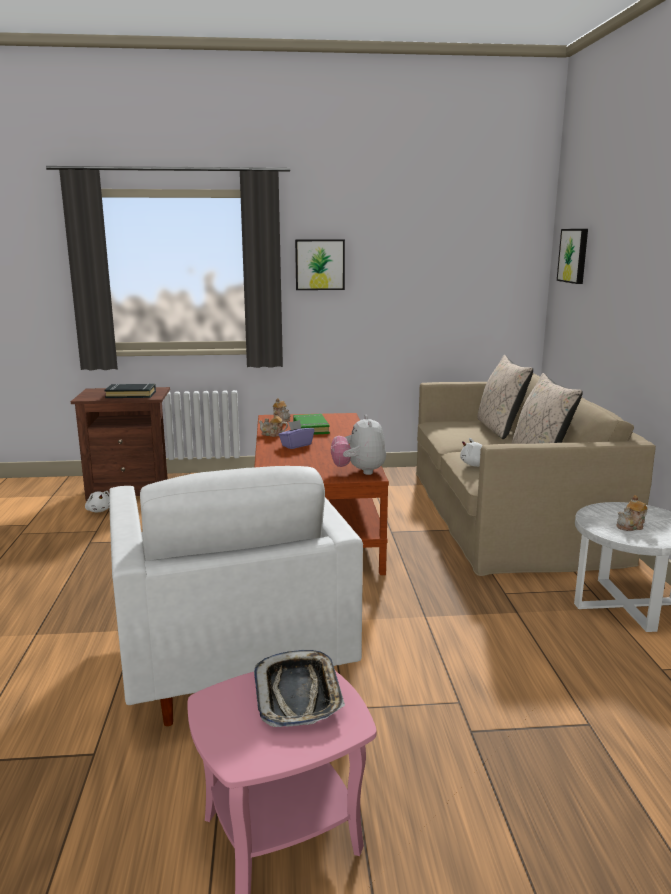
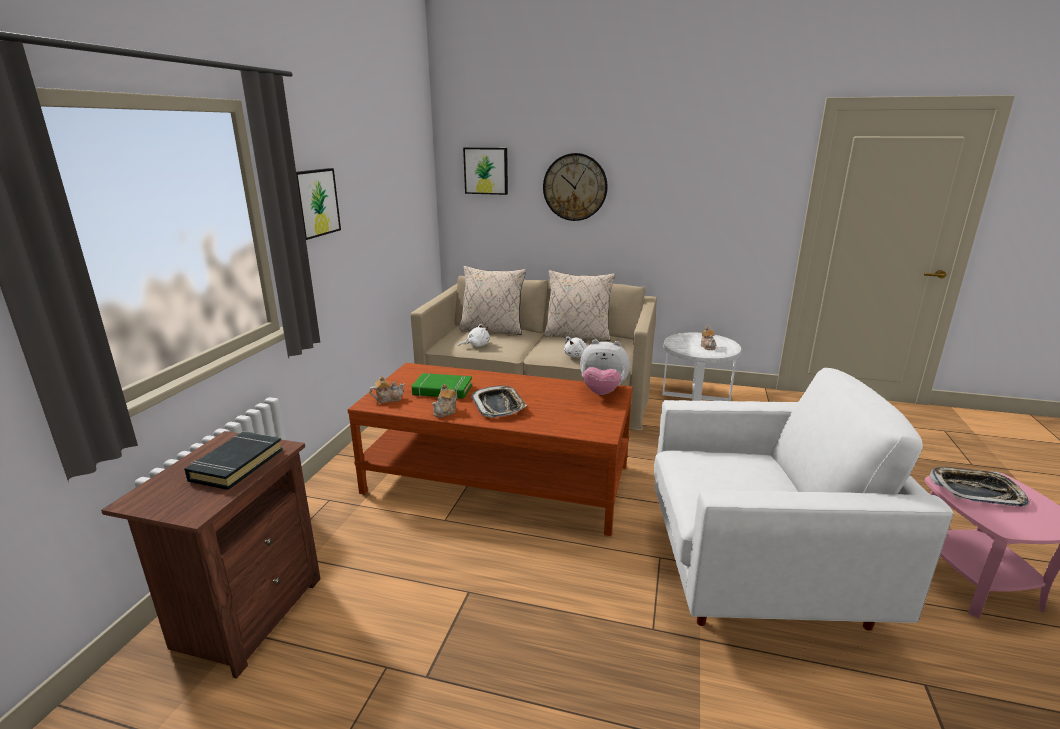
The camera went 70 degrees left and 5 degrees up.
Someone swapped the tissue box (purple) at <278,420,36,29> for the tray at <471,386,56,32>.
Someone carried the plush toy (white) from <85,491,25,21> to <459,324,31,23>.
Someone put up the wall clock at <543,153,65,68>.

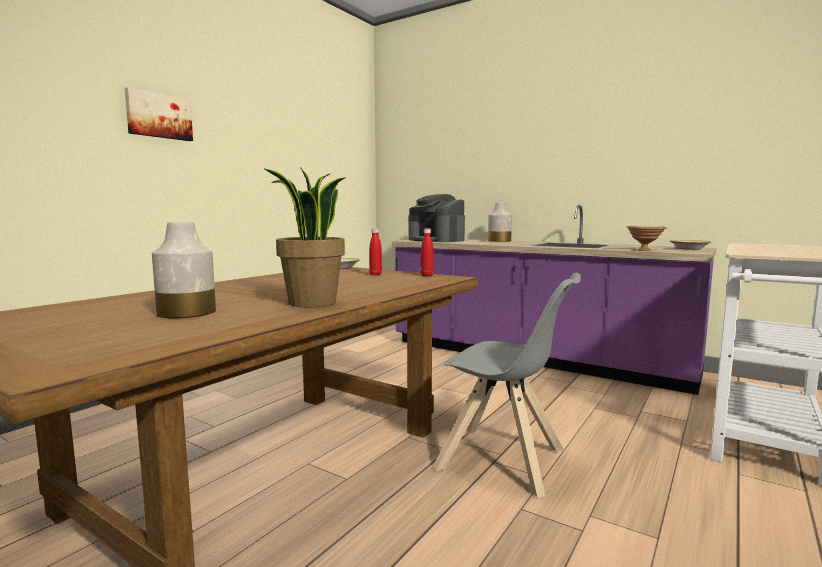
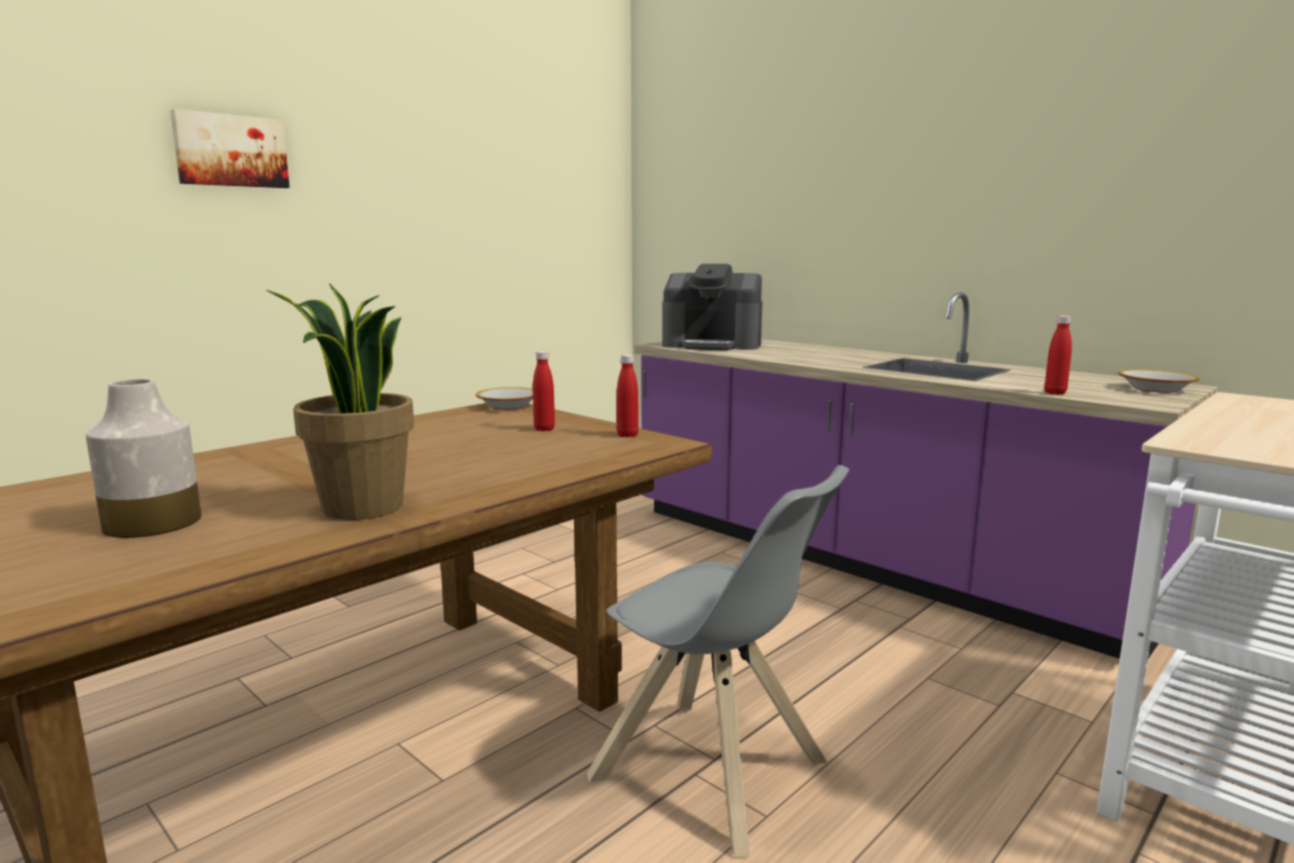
The camera went 10 degrees right and 5 degrees up.
Someone rotated the coffee machine at <409,194,56,48> by 45 degrees counterclockwise.
Someone took away the vase (beige) at <488,203,24,39>.
Someone swapped the bowl (brown) at <626,226,41,25> for the bottle (red) at <1044,316,28,79>.

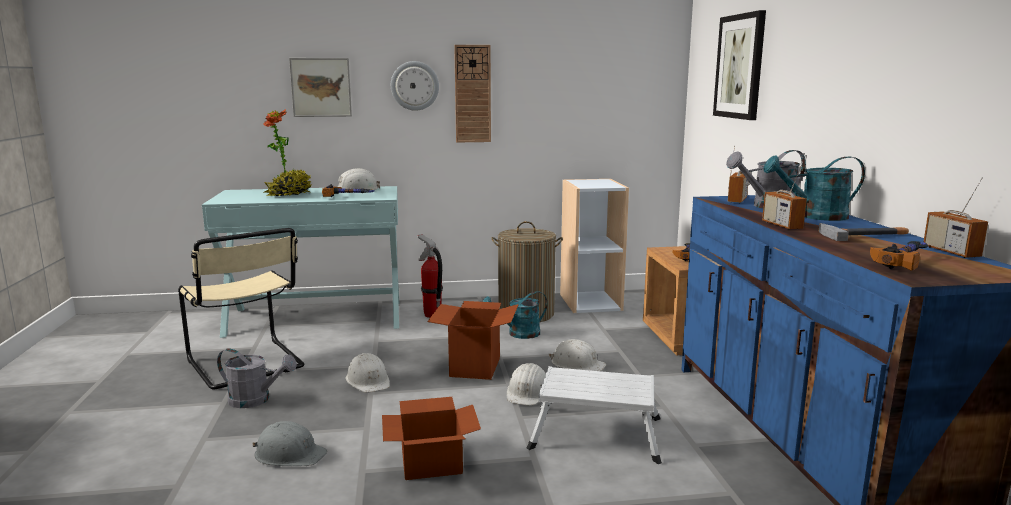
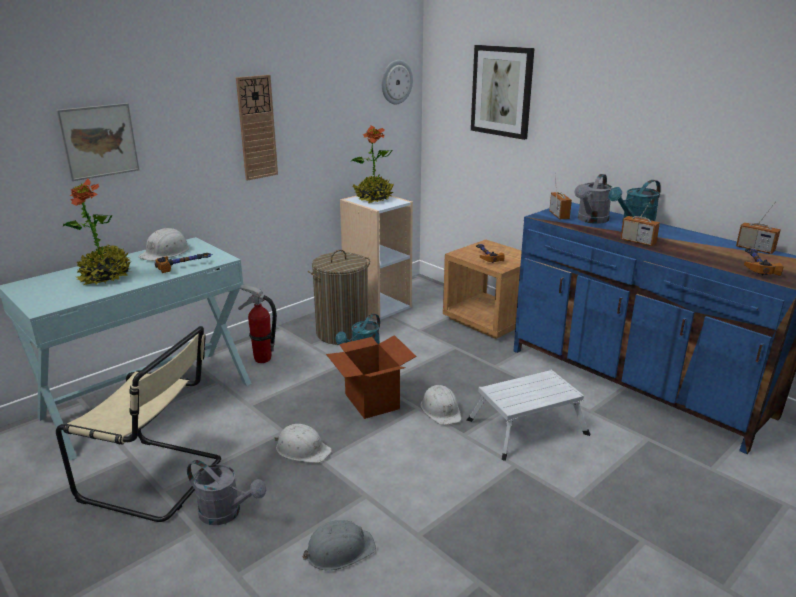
The camera went 35 degrees left and 10 degrees up.
Someone carried the wall clock from <391,61,48,50> to <382,60,31,44>.
Someone took away the hammer at <819,223,90,18>.
Someone took away the hard hat (white) at <549,339,57,32>.
Someone rotated the watering can (grey) at <217,348,80,60> by 45 degrees clockwise.
Someone took away the cardboard box at <382,397,99,83>.
Someone put down the potted plant at <351,125,43,78>.

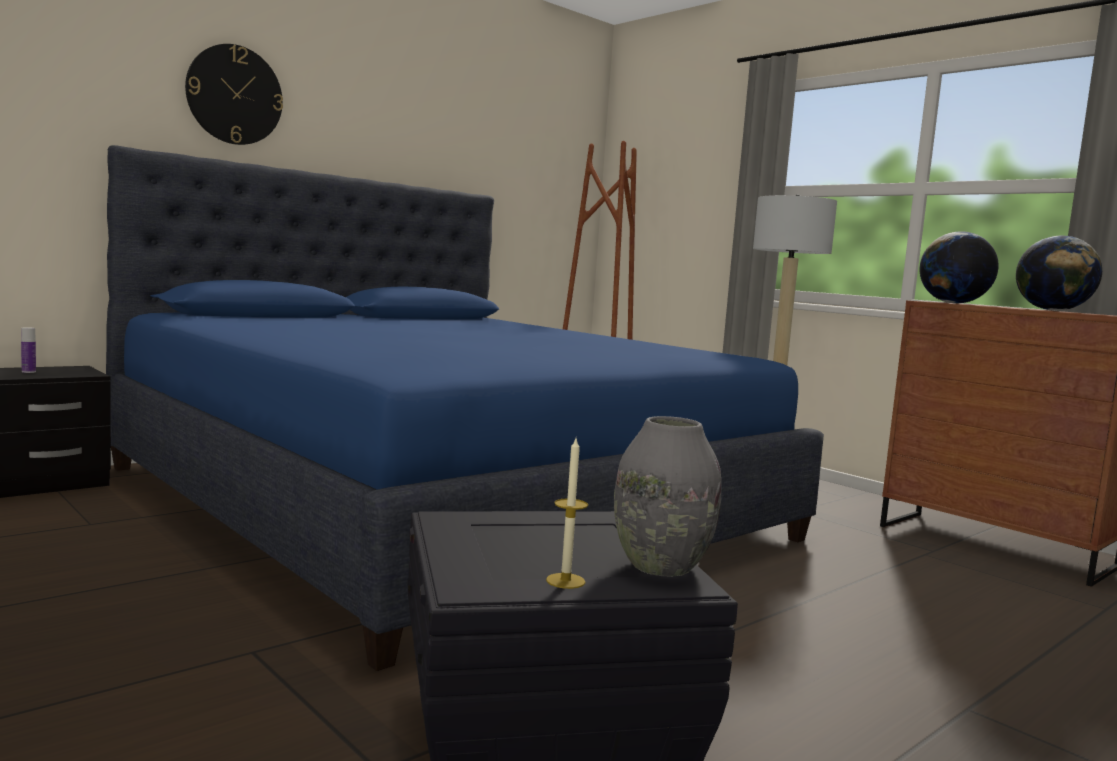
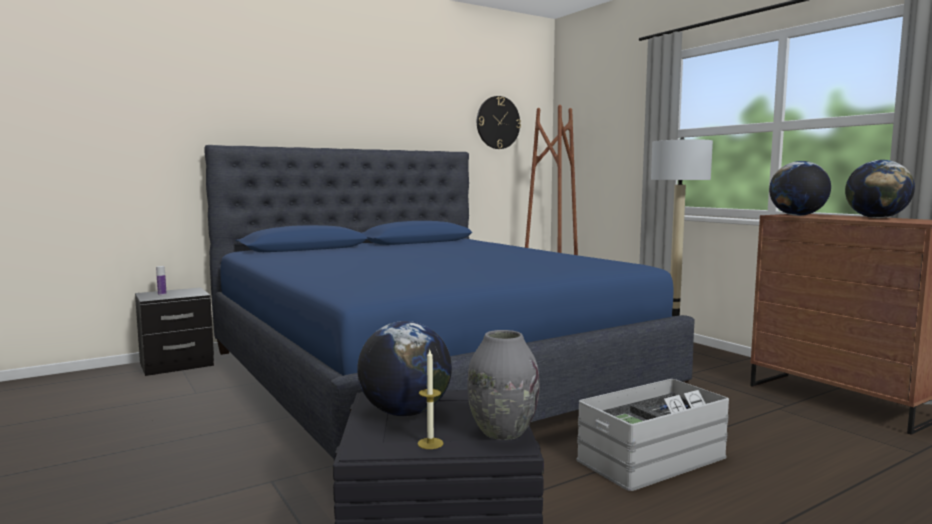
The camera went 10 degrees right and 0 degrees up.
Someone carried the wall clock from <185,44,98,101> to <477,96,44,53>.
Someone put down the globe at <357,321,95,95>.
Someone put down the storage box (grey) at <577,379,152,112>.

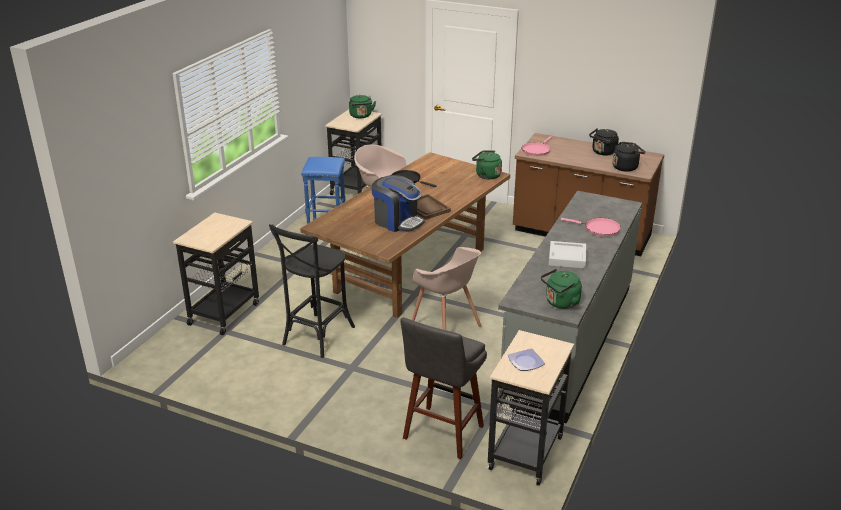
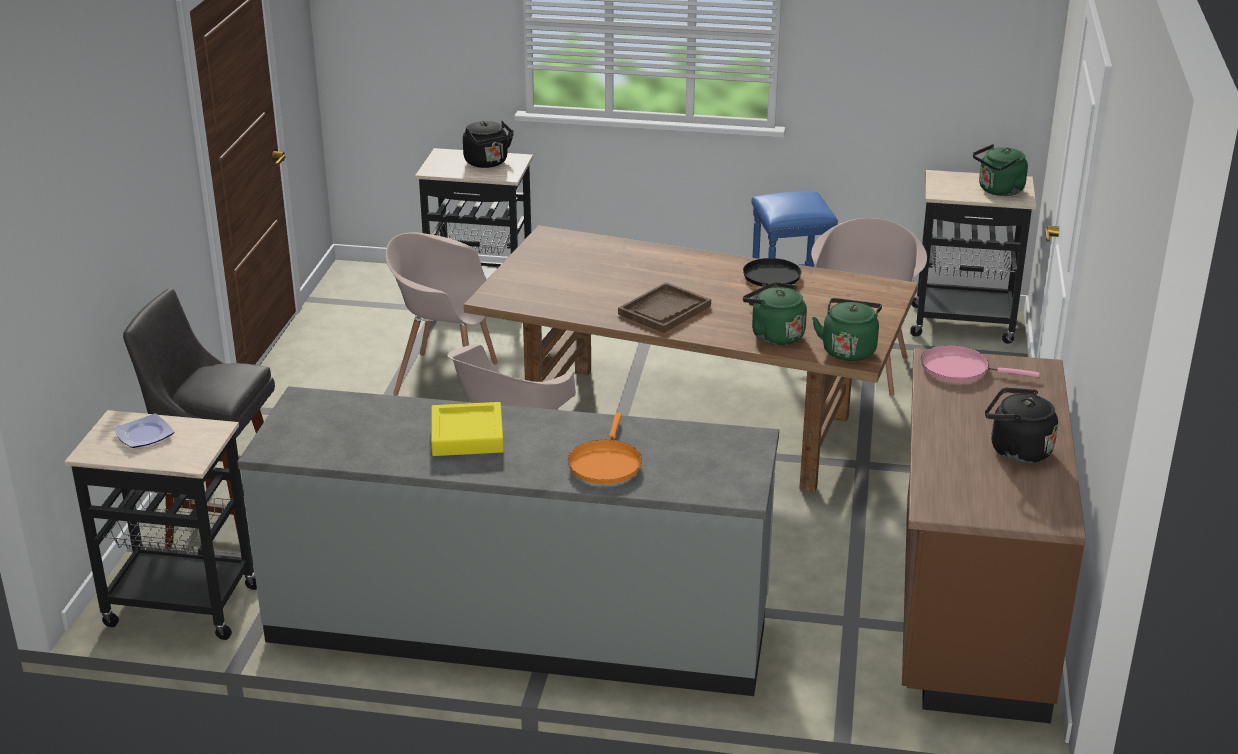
The camera went 75 degrees right and 0 degrees up.
Someone carried the kettle (black) from <612,142,33,30> to <463,121,51,47>.
Someone took away the coffee machine at <371,175,54,57>.
Someone repainted the frying pan (pink) at <561,218,60,18>, which became the frying pan (orange) at <568,413,74,71>.
Someone swapped the stool (black) at <269,224,86,134> for the chair (beige) at <386,232,112,163>.
Someone repainted the tray (grey) at <549,241,37,28>, which became the tray (yellow) at <431,402,73,54>.
Someone carried the kettle (green) from <541,269,41,40> to <743,282,64,63>.

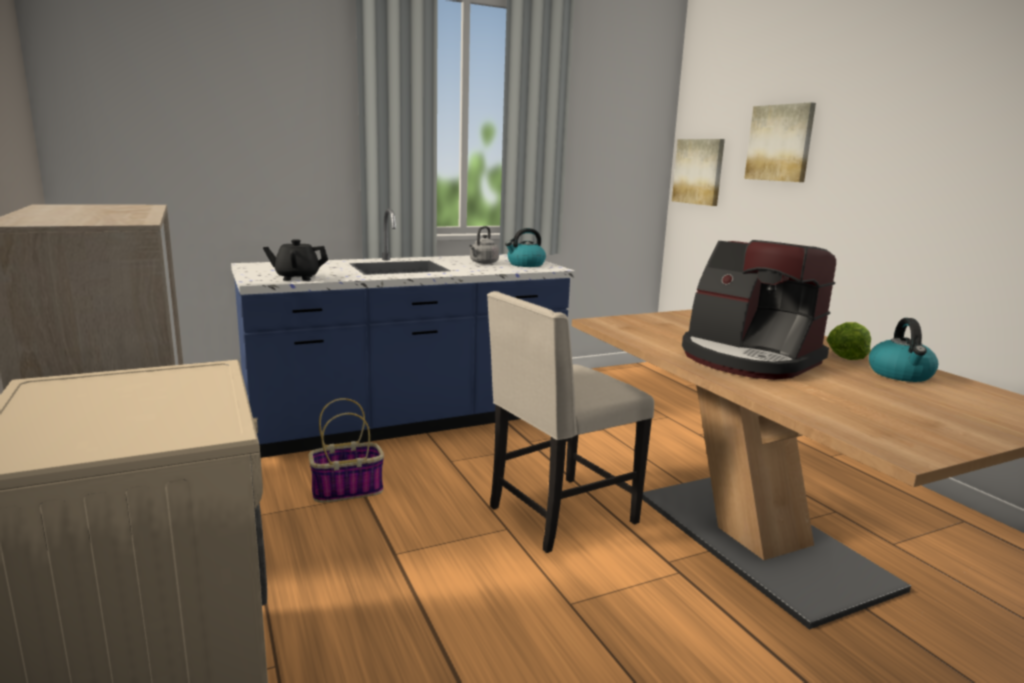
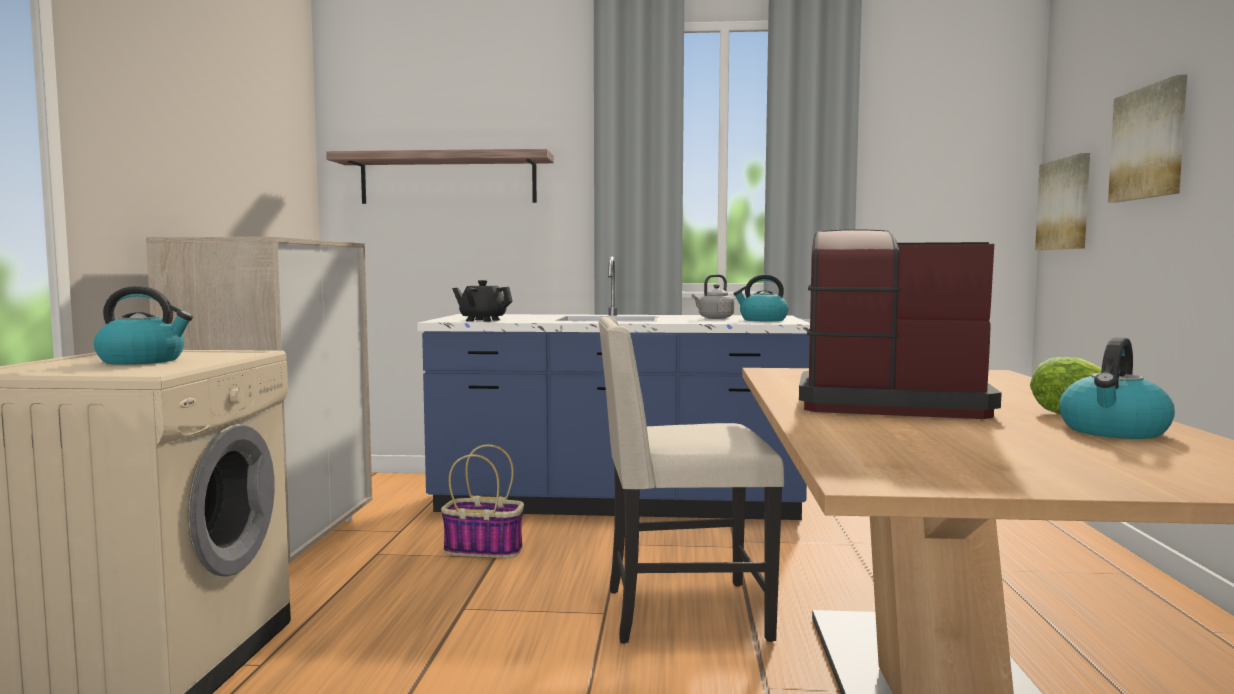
The camera went 30 degrees right and 10 degrees down.
Someone rotated the coffee machine at <682,240,154,140> by 120 degrees clockwise.
Someone put up the shelf at <326,149,228,55>.
Someone put down the kettle at <94,286,99,79>.

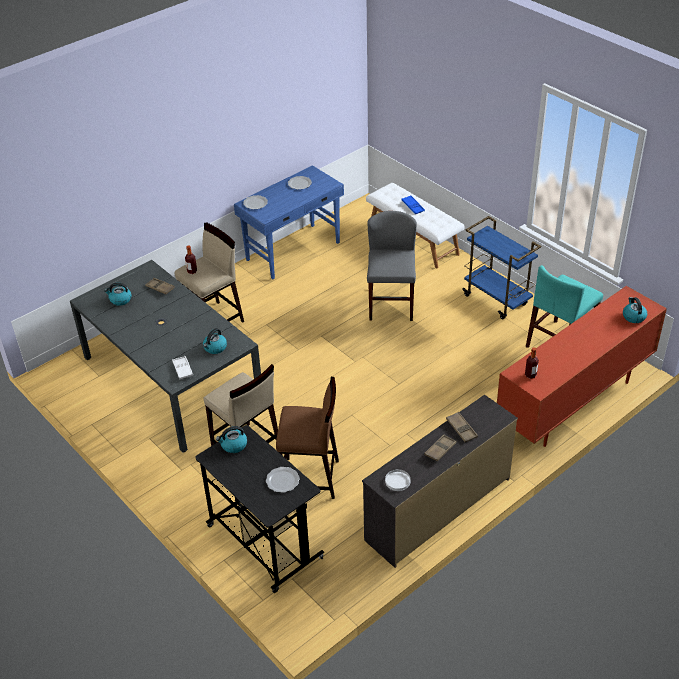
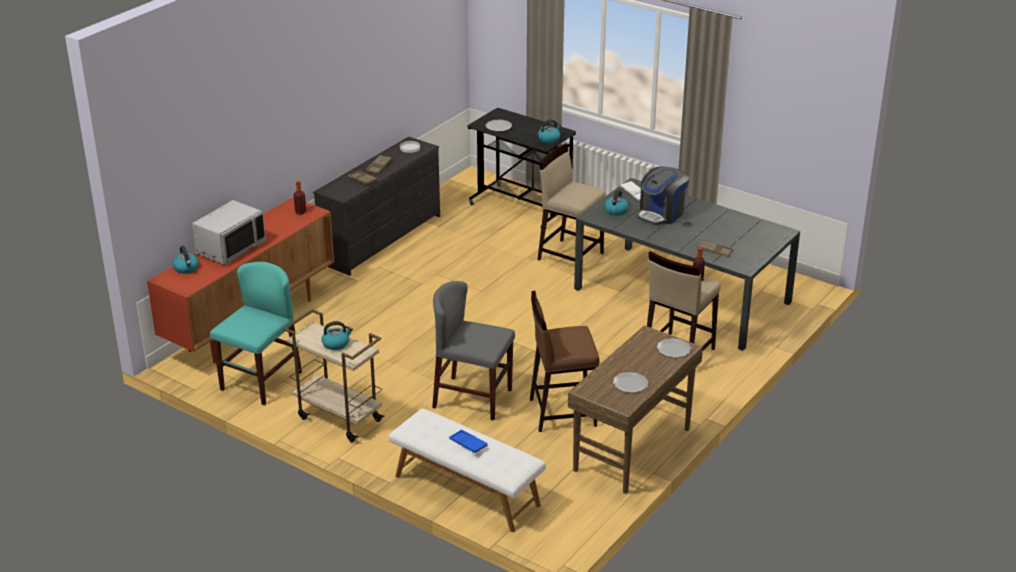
The camera went 165 degrees right and 10 degrees down.
Someone repainted the console table (blue) at <234,165,110,115>, which became the console table (brown) at <568,325,135,169>.
Someone rotated the chair (grey) at <367,211,50,110> by 120 degrees clockwise.
Someone repainted the cart (blue) at <463,216,78,104>, which became the cart (beige) at <283,309,102,133>.
Someone carried the kettle from <104,282,28,24> to <322,321,31,29>.
Someone carried the stool (brown) from <276,377,63,122> to <530,291,70,141>.
Someone put down the coffee machine at <637,166,52,59>.
Someone put down the microwave (grey) at <192,200,74,65>.

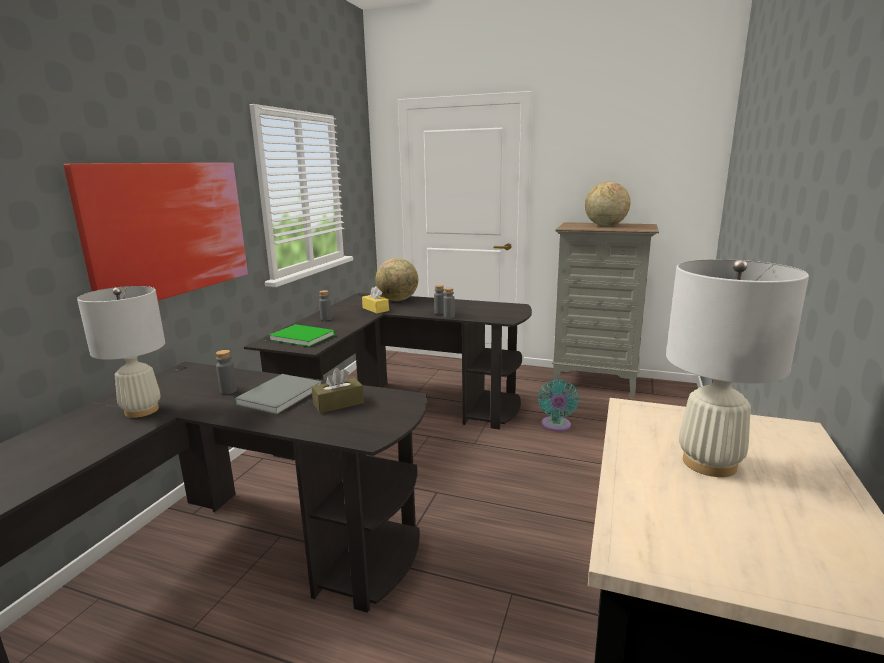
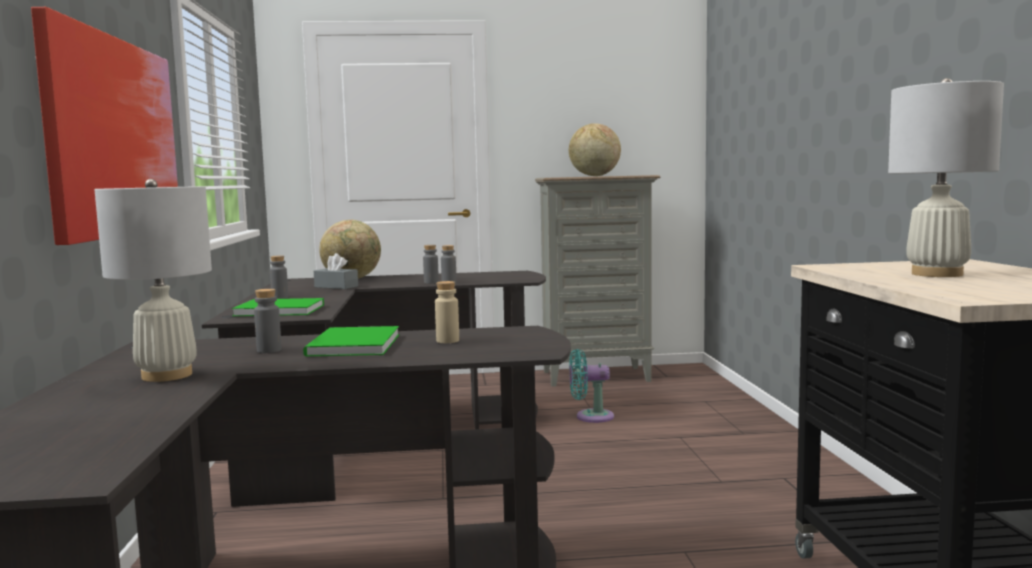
The camera went 25 degrees left and 10 degrees down.
Someone repainted the tissue box (yellow) at <362,286,27,27>, which became the tissue box (grey) at <314,253,44,36>.
Someone swapped the tissue box (brown) at <312,368,52,45> for the bottle (beige) at <435,281,24,62>.
Someone repainted the book (grey) at <234,374,88,40>, which became the book (green) at <303,326,96,31>.
Someone rotated the fan (turquoise) at <538,380,41,52> by 105 degrees clockwise.

